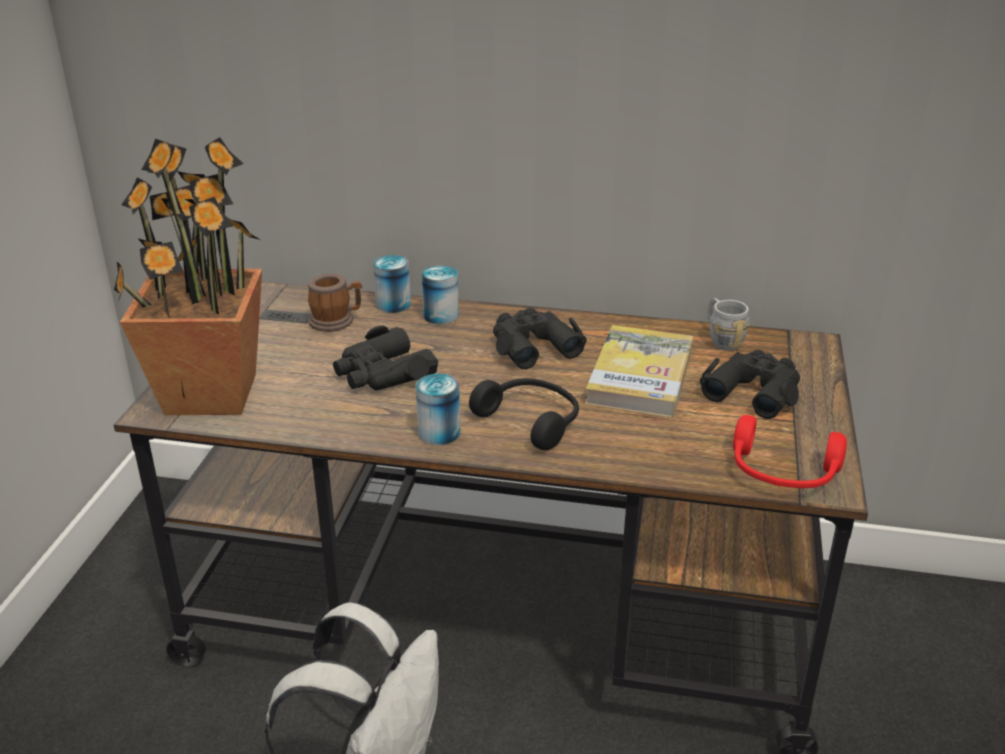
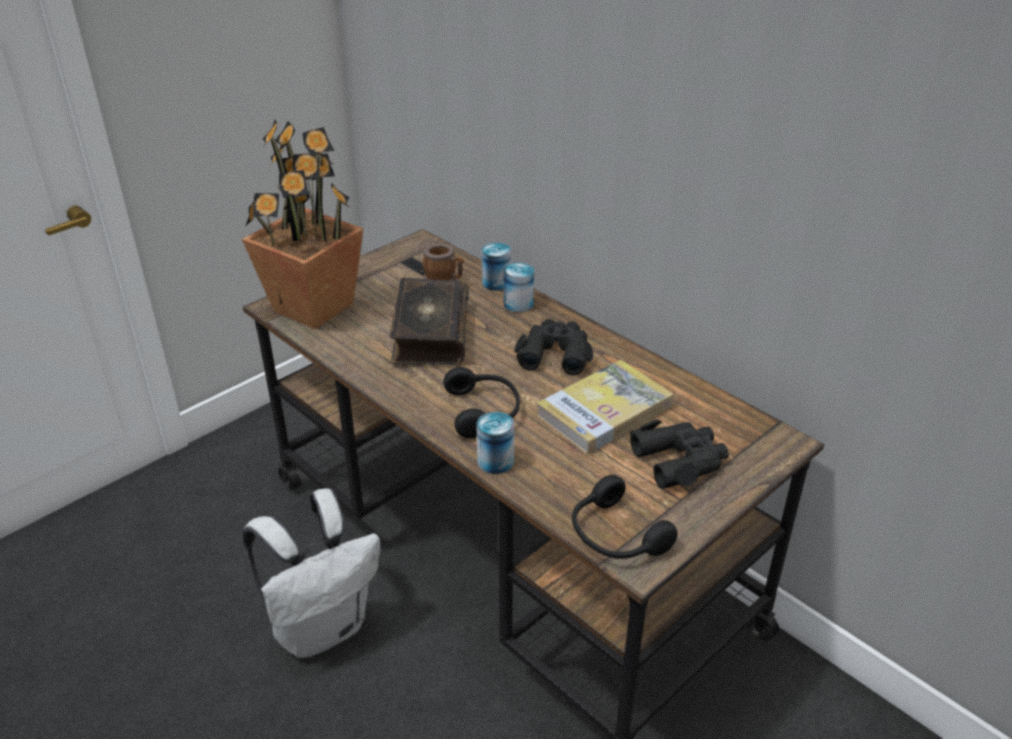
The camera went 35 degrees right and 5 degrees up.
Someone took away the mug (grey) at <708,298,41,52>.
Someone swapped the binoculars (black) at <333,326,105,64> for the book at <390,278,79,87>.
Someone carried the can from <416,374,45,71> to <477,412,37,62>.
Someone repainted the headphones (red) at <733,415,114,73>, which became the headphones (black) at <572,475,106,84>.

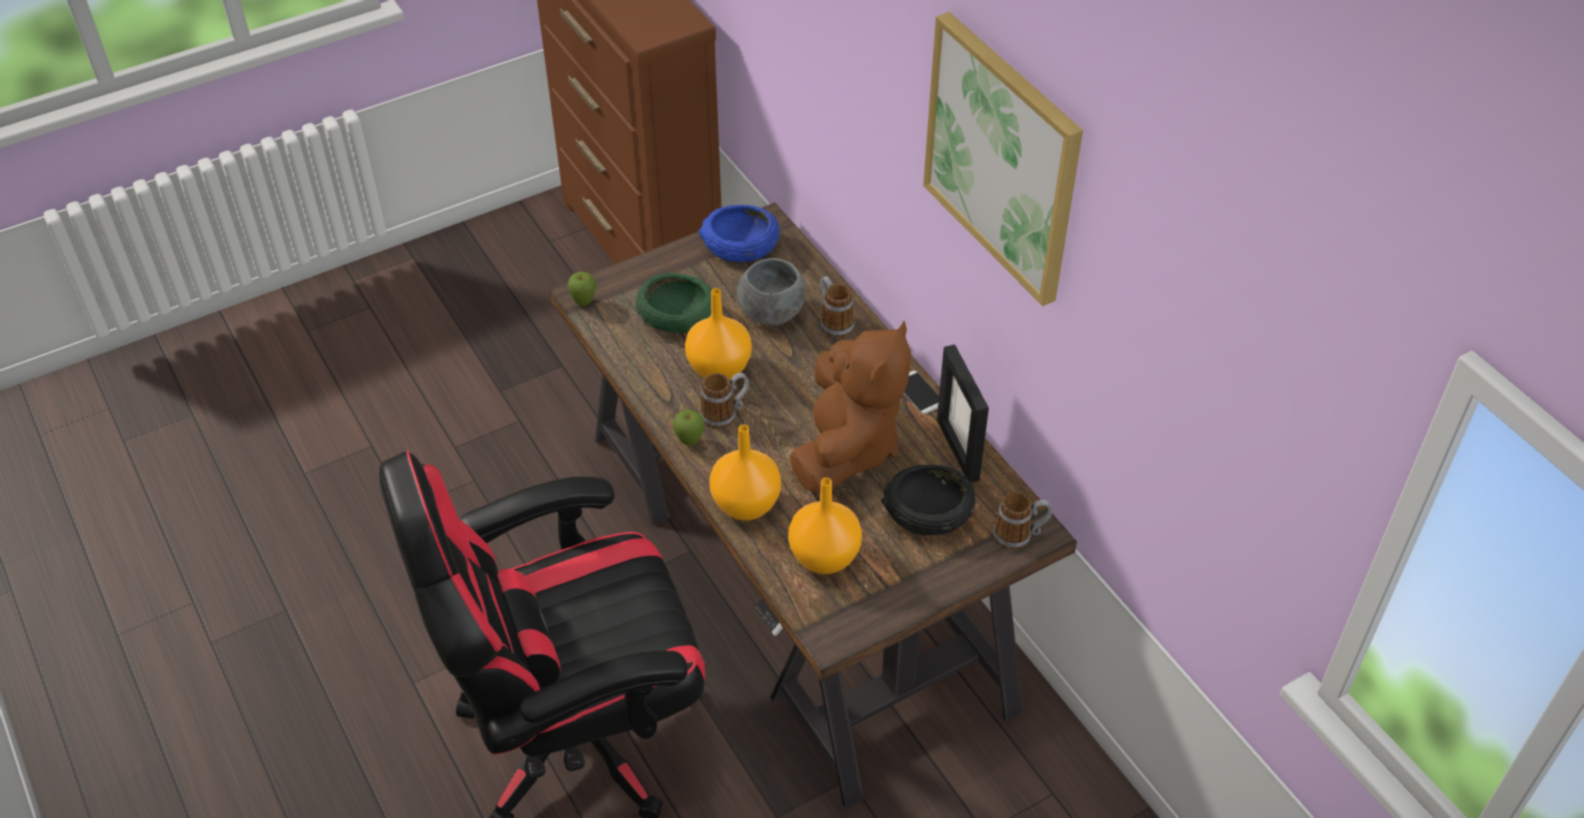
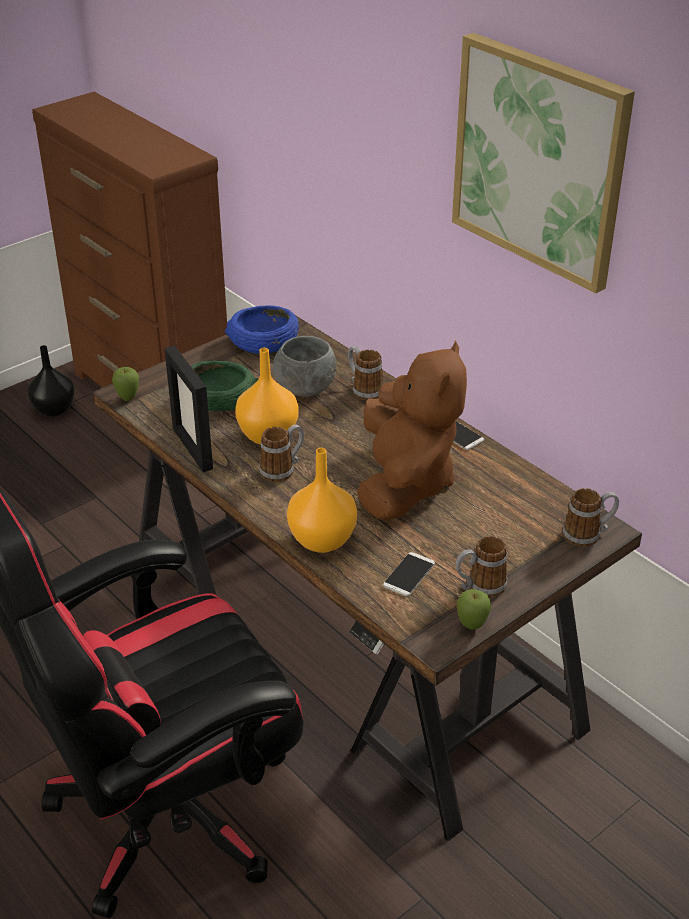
The camera went 10 degrees left and 10 degrees down.
Someone carried the picture frame from <937,344,52,139> to <164,345,49,127>.
Someone carried the apple from <673,410,31,36> to <457,589,34,41>.
Someone took away the bowl (black) at <881,465,95,70>.
Someone swapped the vase (orange) at <788,478,74,96> for the phone at <383,552,52,44>.
Someone put down the vase (black) at <28,345,47,72>.
Someone put down the mug at <456,536,51,61>.

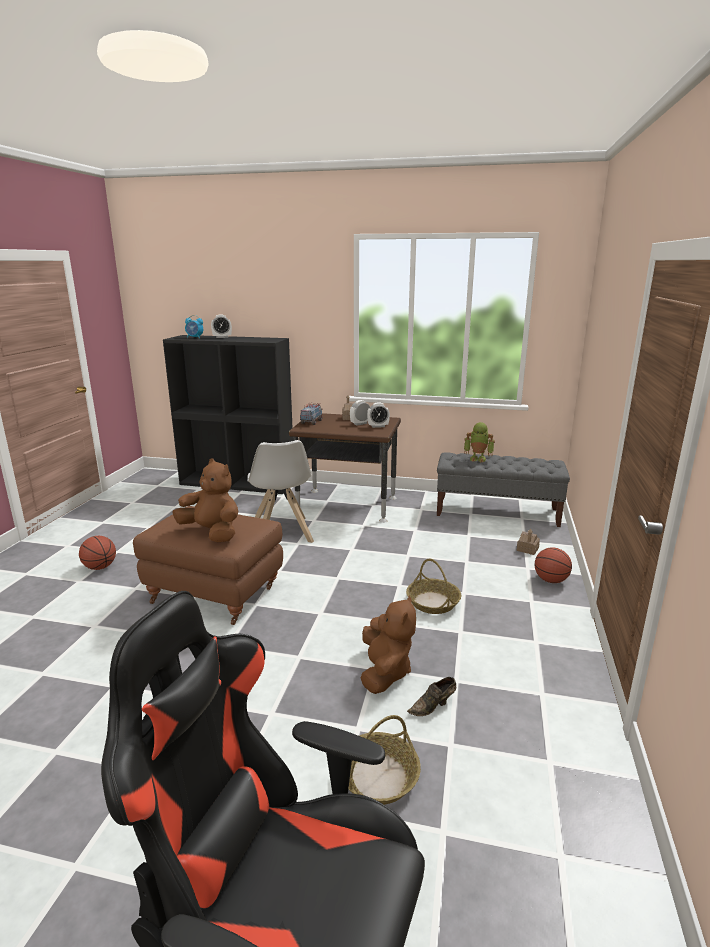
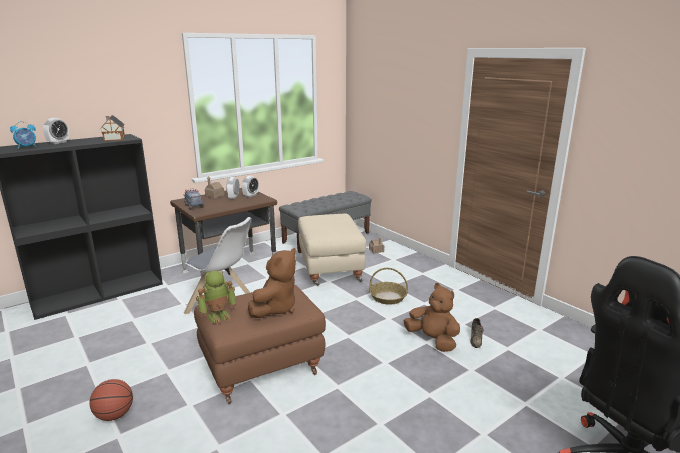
The camera went 50 degrees left and 0 degrees up.
Someone carried the toy robot from <464,422,31,40> to <196,271,40,53>.
Someone rotated the plush toy (brown) at <173,458,66,84> by 135 degrees clockwise.
Someone took away the basketball at <535,547,37,36>.
Someone took away the basket at <349,715,72,90>.
Someone put down the toy house at <100,115,25,26>.
Someone put down the ottoman (beige) at <298,214,68,72>.

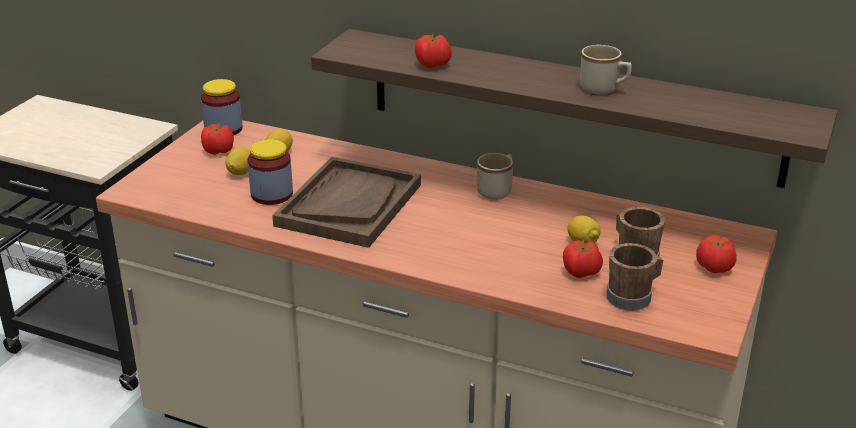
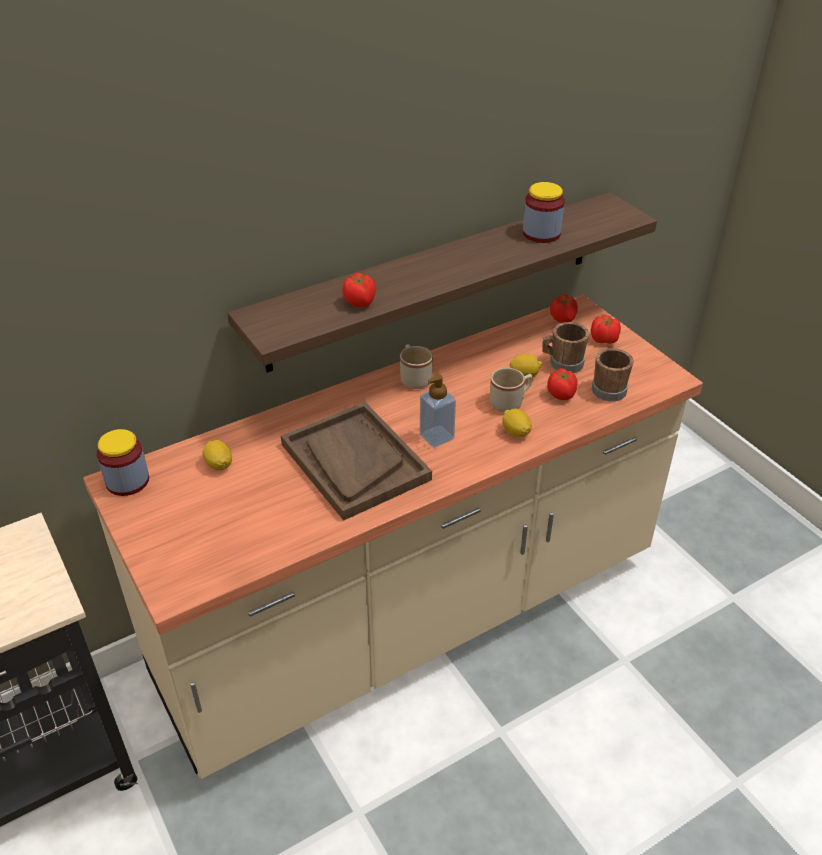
The camera went 55 degrees left and 10 degrees up.
Someone carried the mug (beige) from <580,45,52,49> to <490,368,42,44>.
Someone carried the tomato from <201,123,33,32> to <550,295,28,28>.
Someone carried the jar from <248,139,45,66> to <523,182,42,61>.
Someone carried the lemon from <226,147,24,28> to <503,409,29,28>.
Someone put down the soap dispenser at <420,374,36,74>.

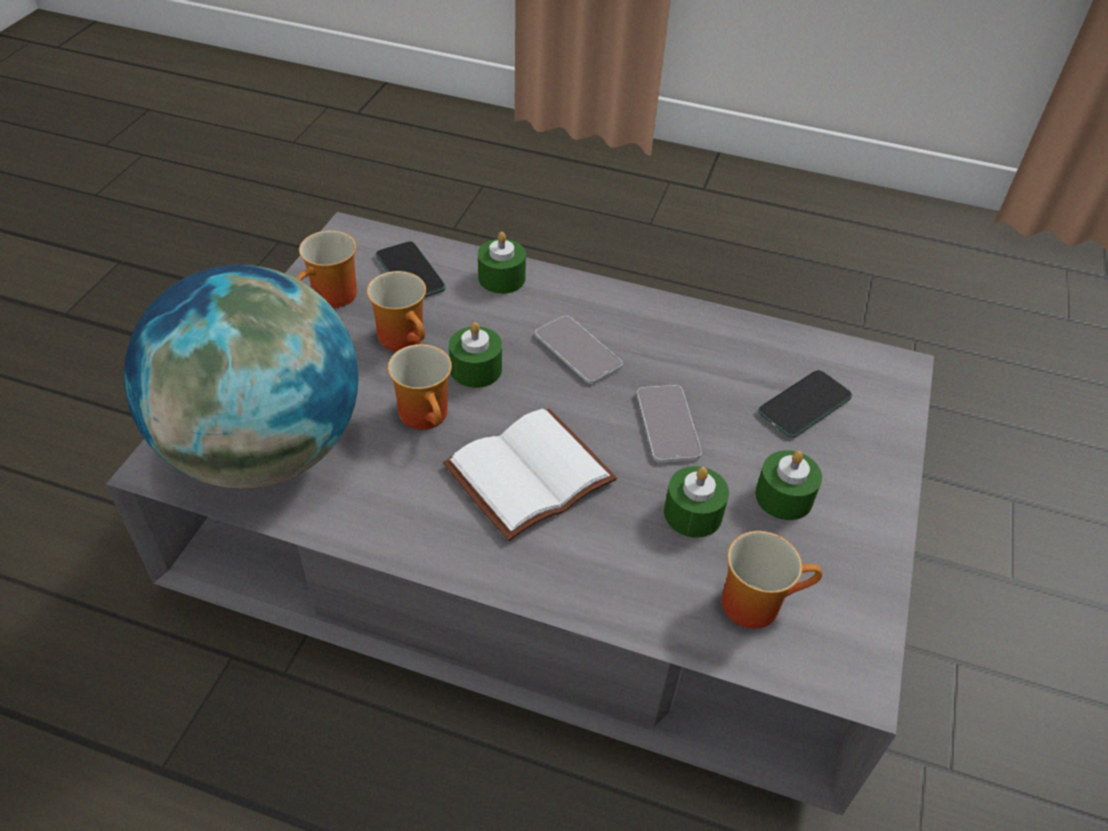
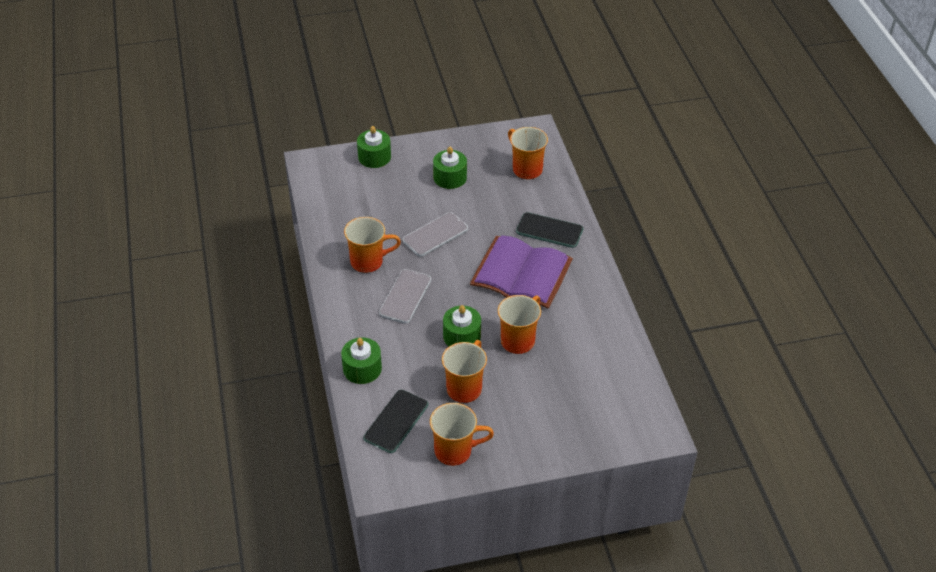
The camera went 120 degrees left and 0 degrees up.
Someone took away the globe at <124,265,235,224>.
Someone carried the phone from <758,370,94,68> to <516,212,68,36>.
Someone repainted the book (white) at <443,408,174,133>, which became the book (purple) at <470,235,103,74>.
Someone carried the candle (green) from <664,466,65,72> to <357,126,34,42>.
Someone put down the mug at <344,217,57,56>.

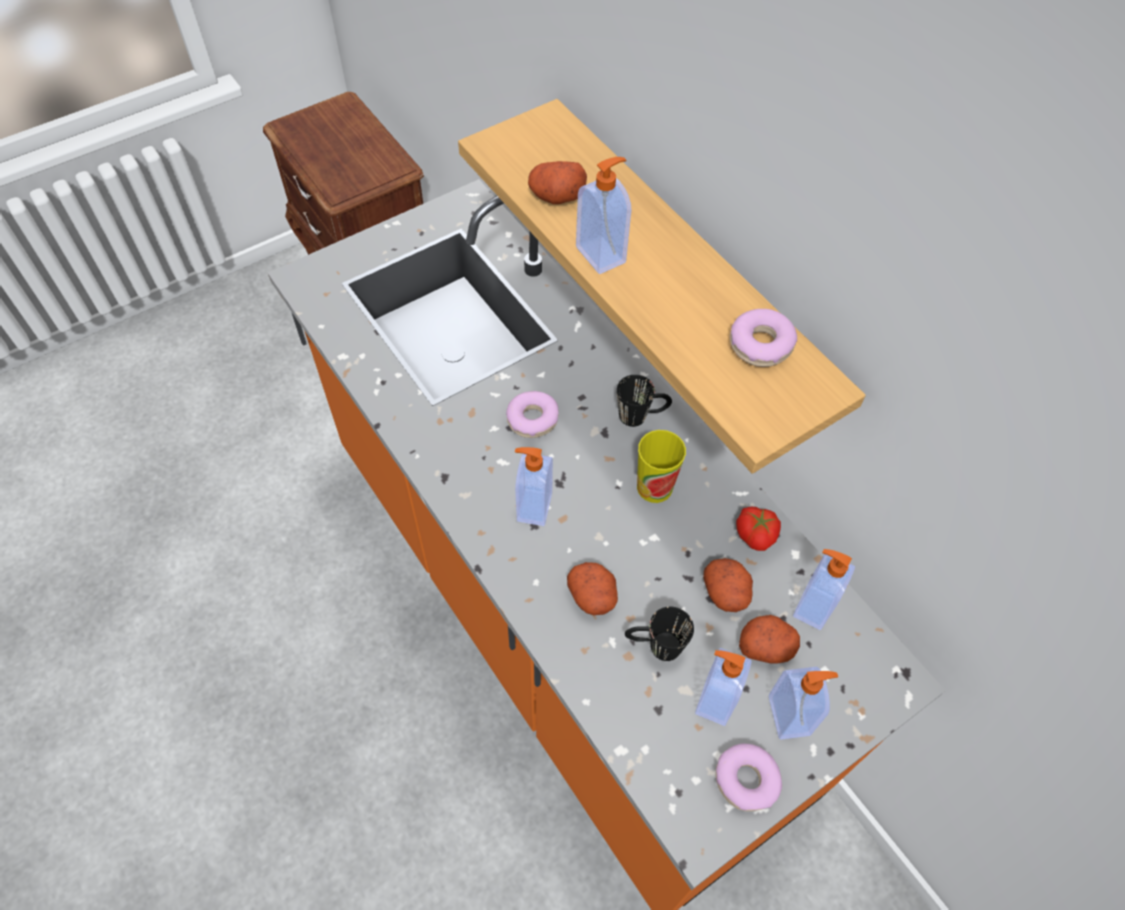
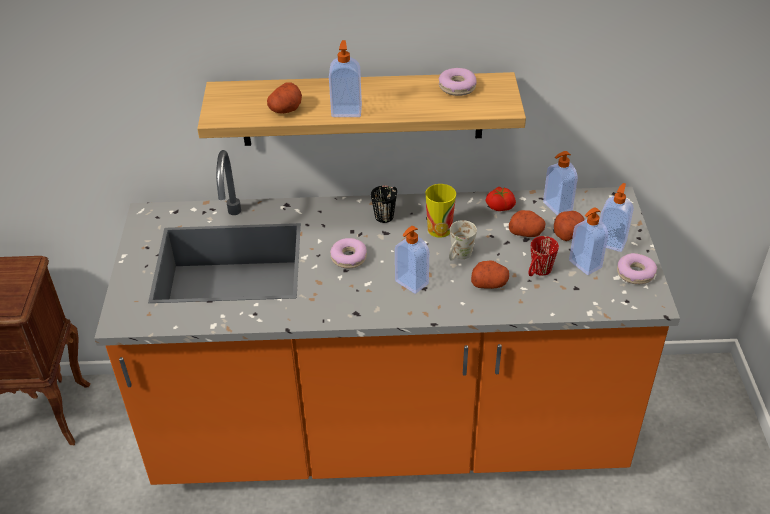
The camera went 55 degrees left and 15 degrees down.
Someone repainted the mug (black) at <625,606,69,55>, which became the mug (red) at <528,236,31,40>.
Someone put down the mug (white) at <449,220,28,40>.

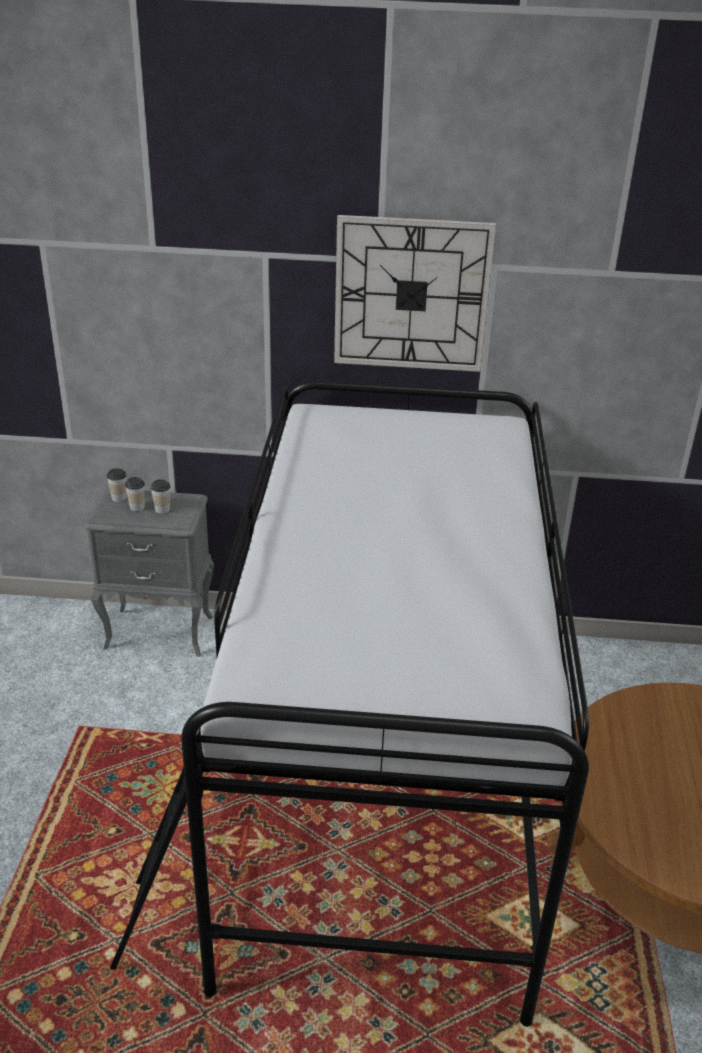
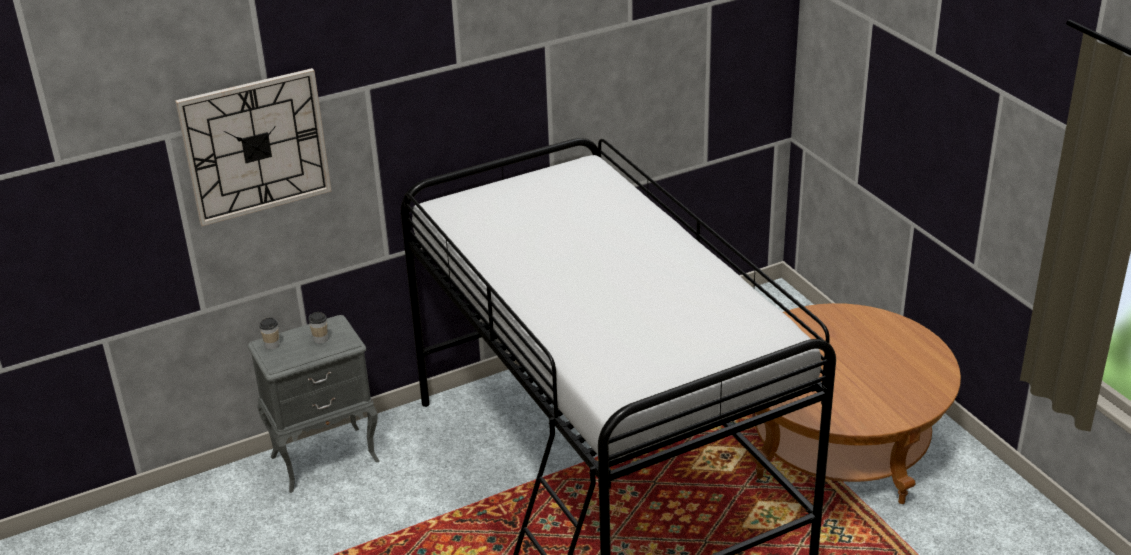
The camera went 30 degrees left and 0 degrees up.
Someone carried the wall clock from <334,215,162,157> to <175,68,156,158>.
Someone took away the cup at <125,477,20,34>.

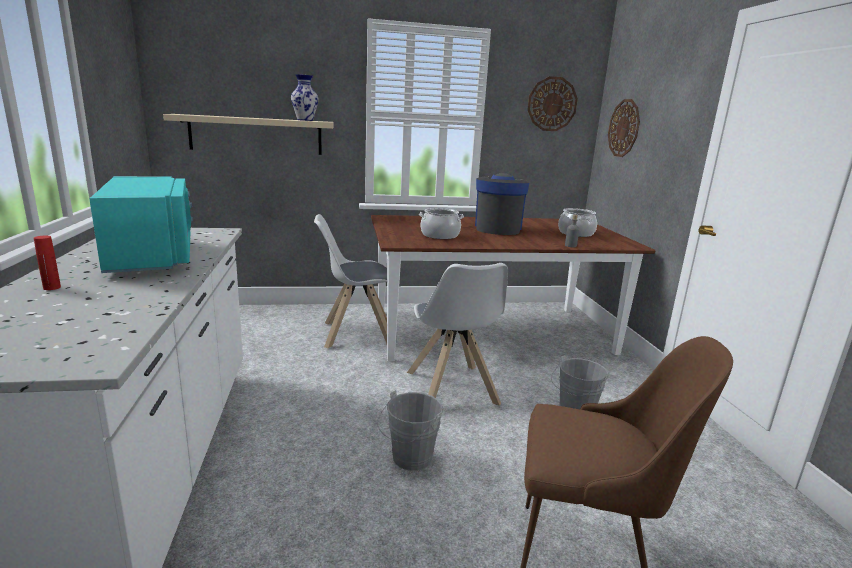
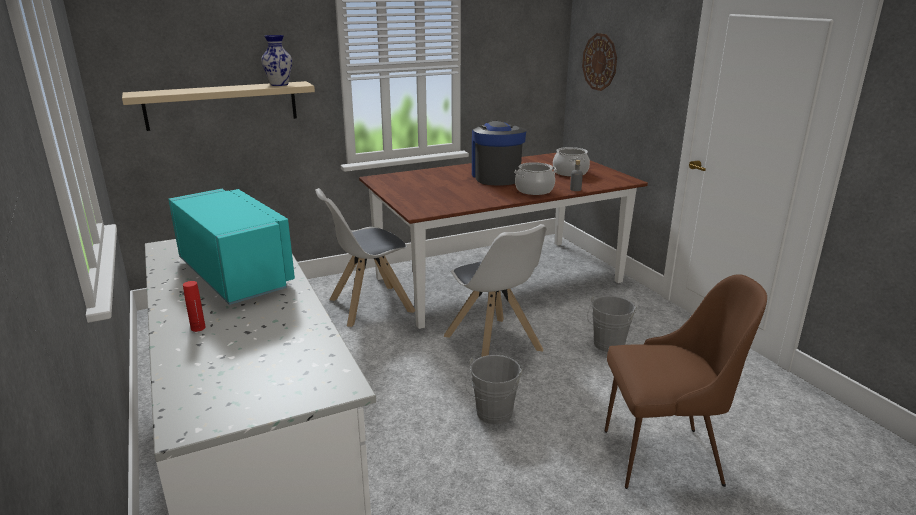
The camera went 15 degrees left and 5 degrees up.
Someone took away the wall clock at <527,76,51,55>.
Someone carried the cooking pot from <419,208,45,31> to <514,162,43,33>.

